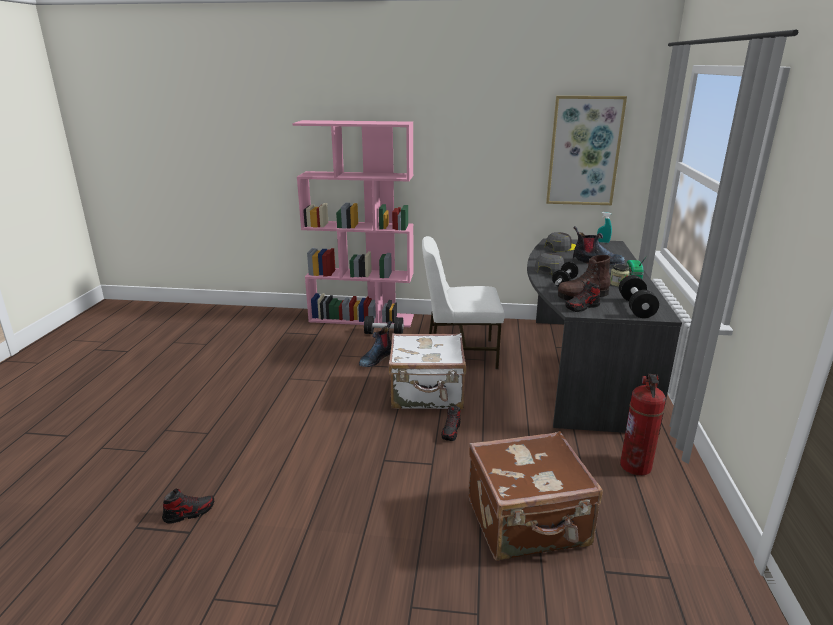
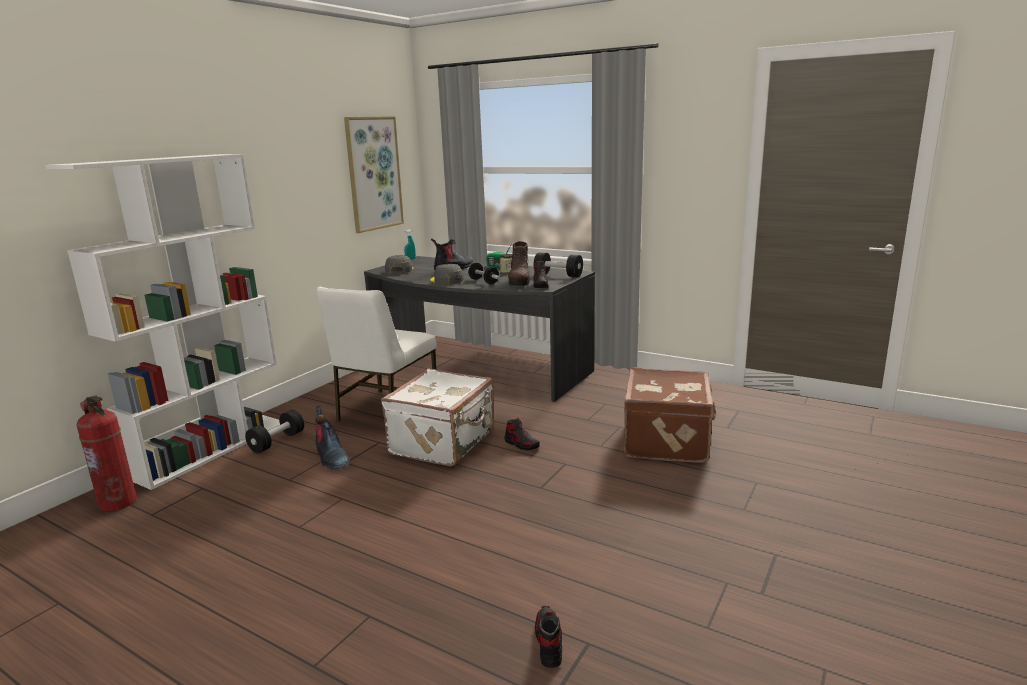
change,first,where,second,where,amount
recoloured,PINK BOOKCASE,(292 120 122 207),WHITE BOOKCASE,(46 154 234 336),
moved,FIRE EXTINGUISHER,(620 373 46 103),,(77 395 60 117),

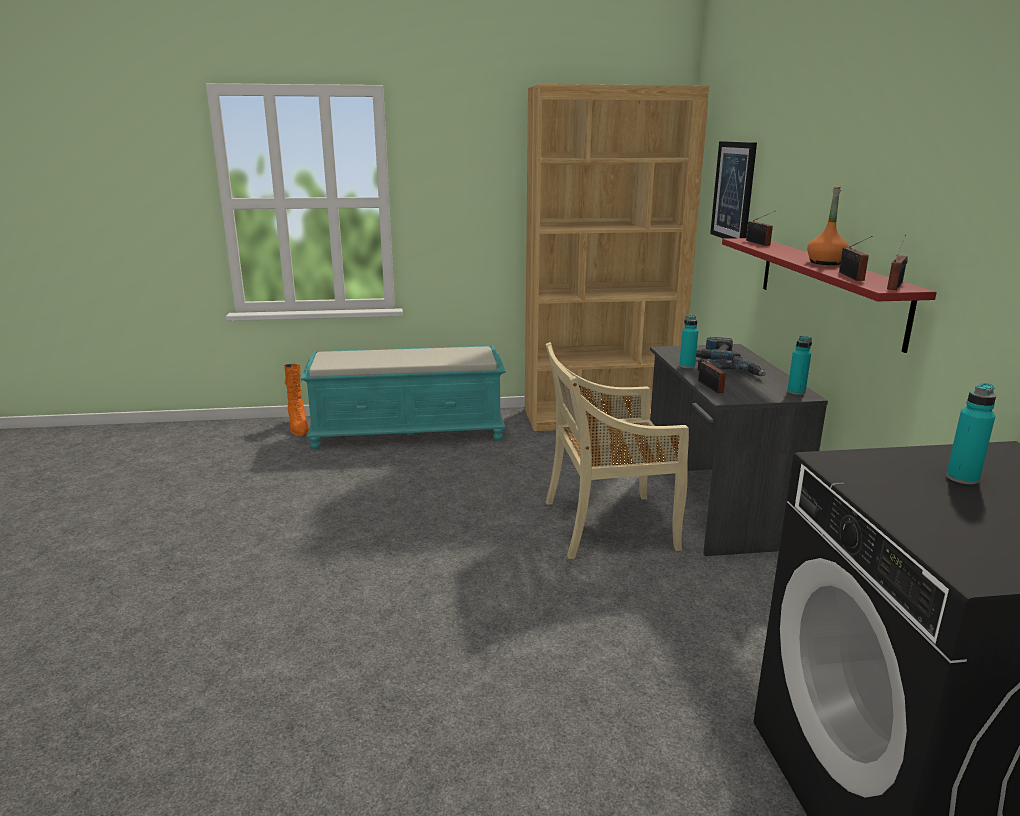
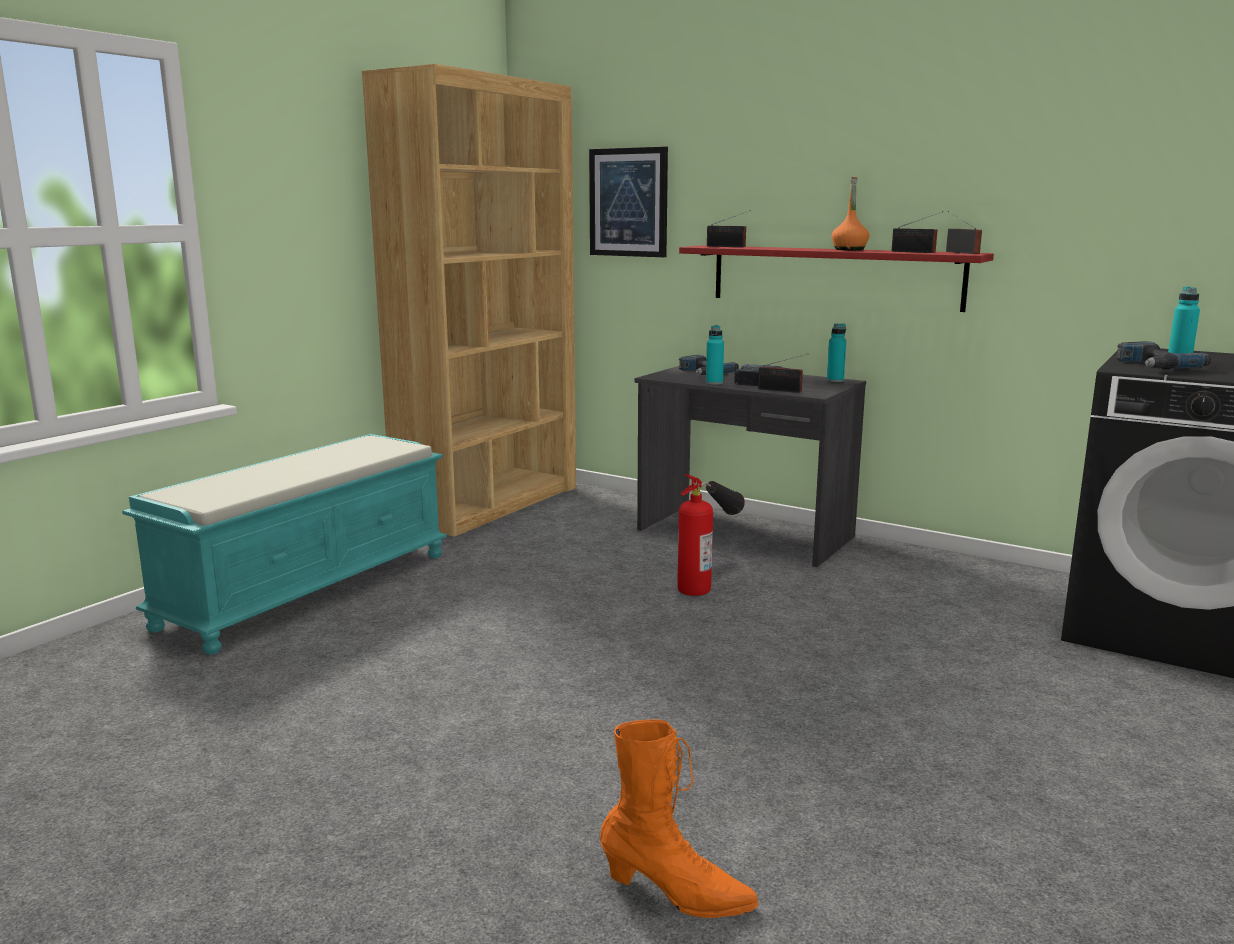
change,first,where,second,where,amount
moved,ORANGE BOOT,(284 363 25 73),,(600 719 158 199),
replaced,BEIGE CHAIR,(545 342 144 217),FIRE EXTINGUISHER,(677 474 68 122),
added,,,POWER DRILL,(1116 341 96 28),

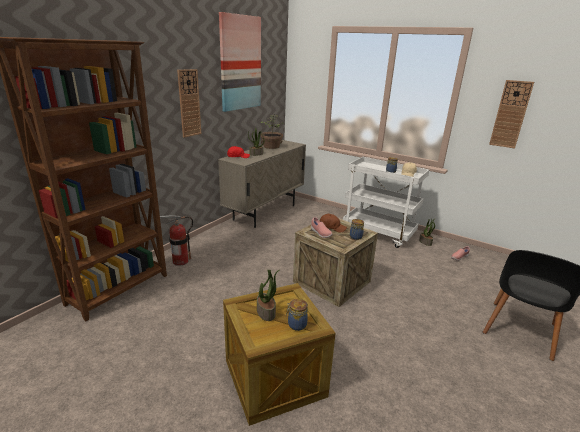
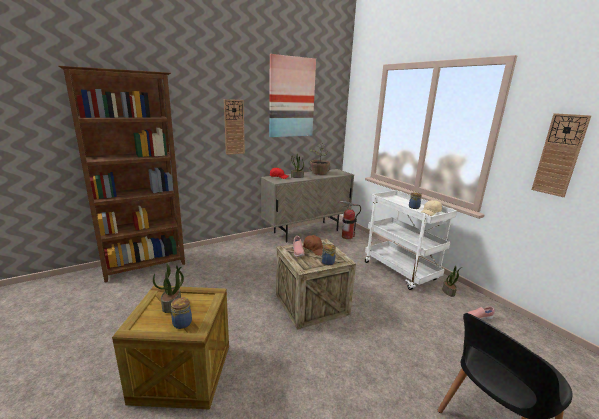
change,first,where,second,where,amount
moved,FIRE EXTINGUISHER,(160 215 33 51),,(340 201 21 38),

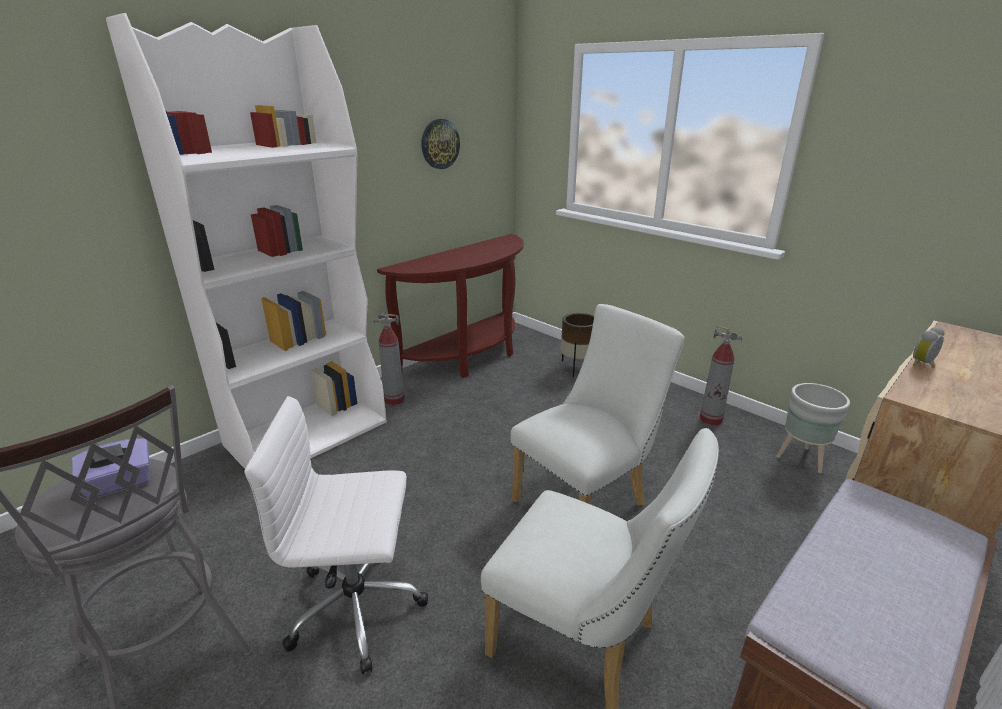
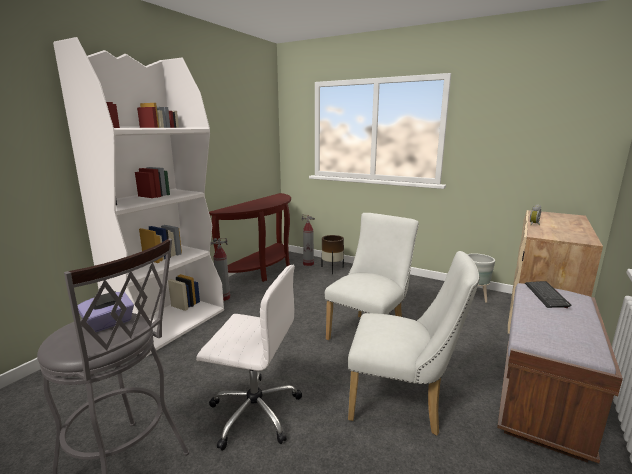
change,first,where,second,where,amount
turned,WHITE OFFICE CHAIR,(244 396 184 278),,(196 265 106 186),150 degrees counterclockwise
removed,WALL CLOCK,(421 119 39 50),,,
moved,FIRE EXTINGUISHER,(700 325 43 101),,(302 214 13 52),
added,,,KEYBOARD,(525 281 47 27),

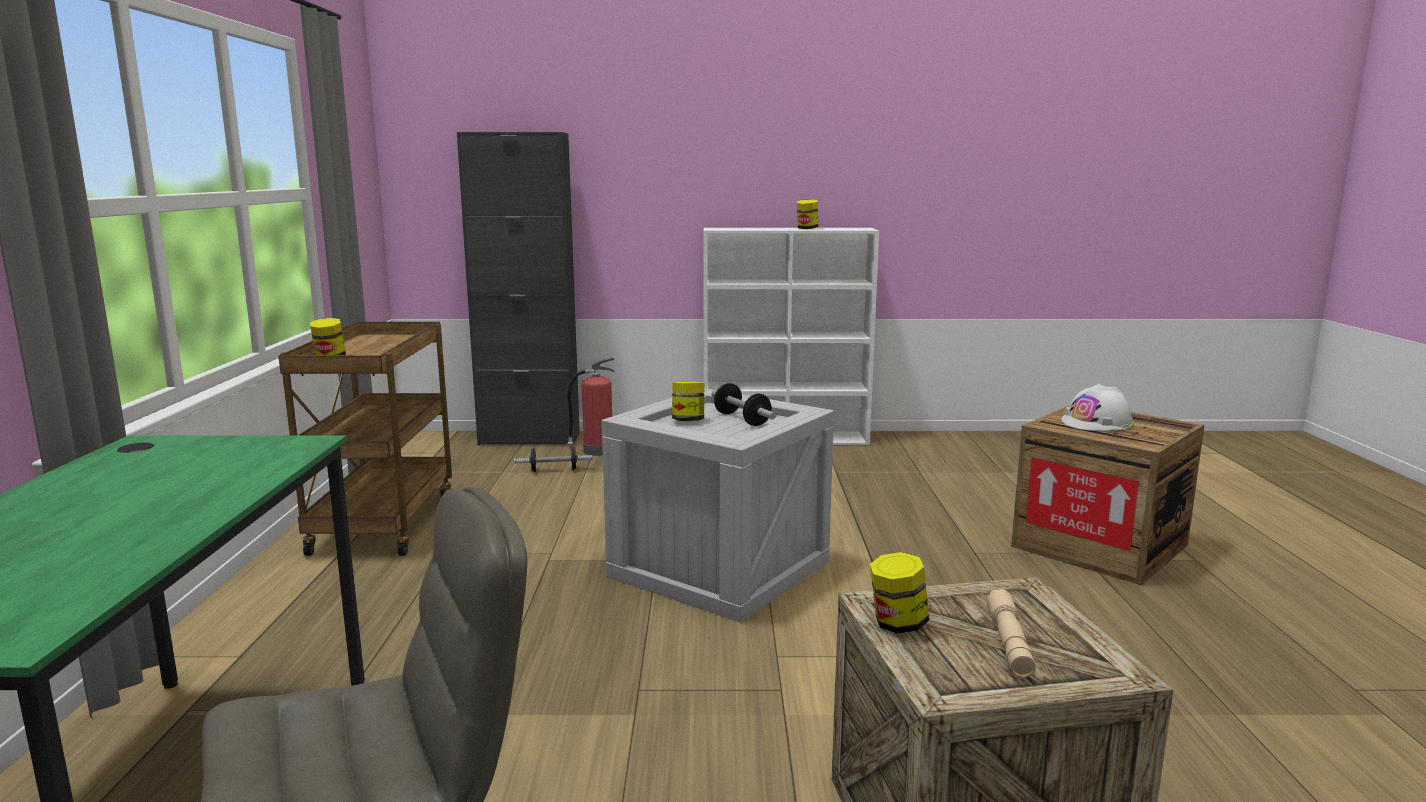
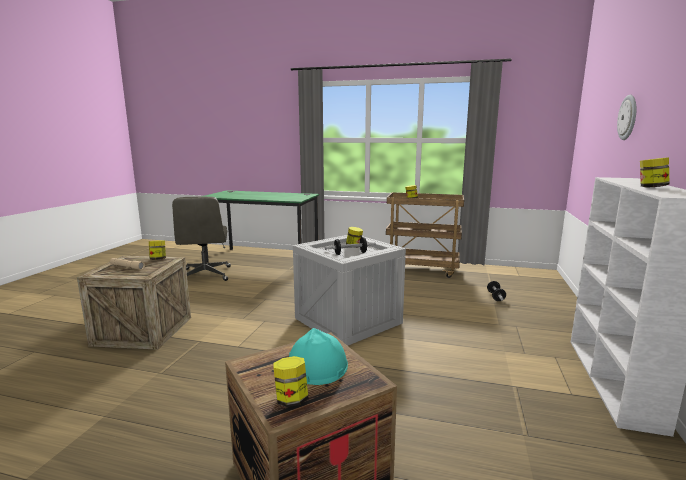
change,first,where,second,where,amount
removed,BLACK CABINET,(457 132 123 313),,,
removed,FIRE EXTINGUISHER,(567 357 48 99),,,
recoloured,WHITE HARD HAT,(1061 383 71 48),TURQUOISE HARD HAT,(289 328 59 57),
added,,,JAR,(273 356 36 51),
added,,,WALL CLOCK,(617 95 19 45),

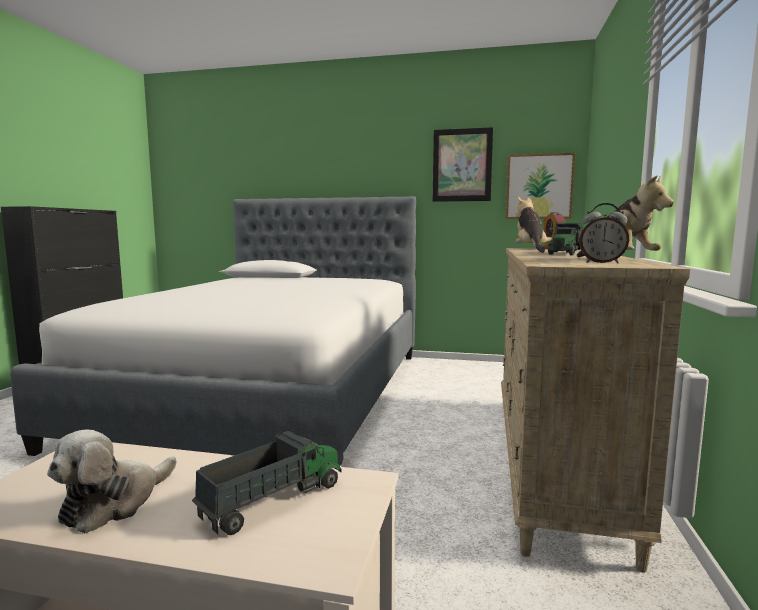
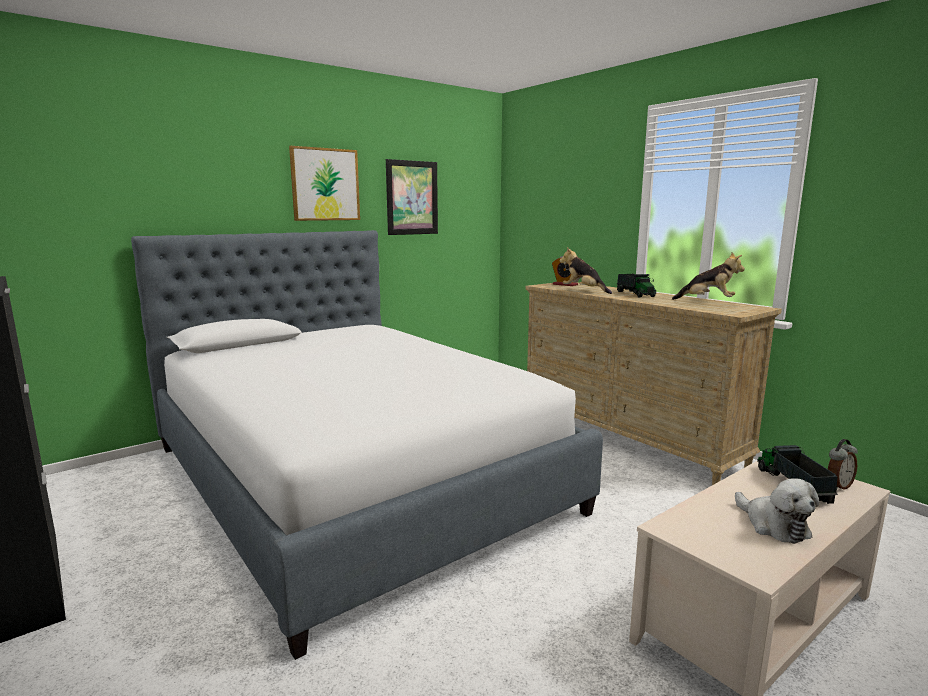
change,first,where,second,where,amount
moved,PICTURE,(506 153 69 66),,(289 146 71 75),
moved,ALARM CLOCK,(579 203 50 61),,(828 439 30 51),

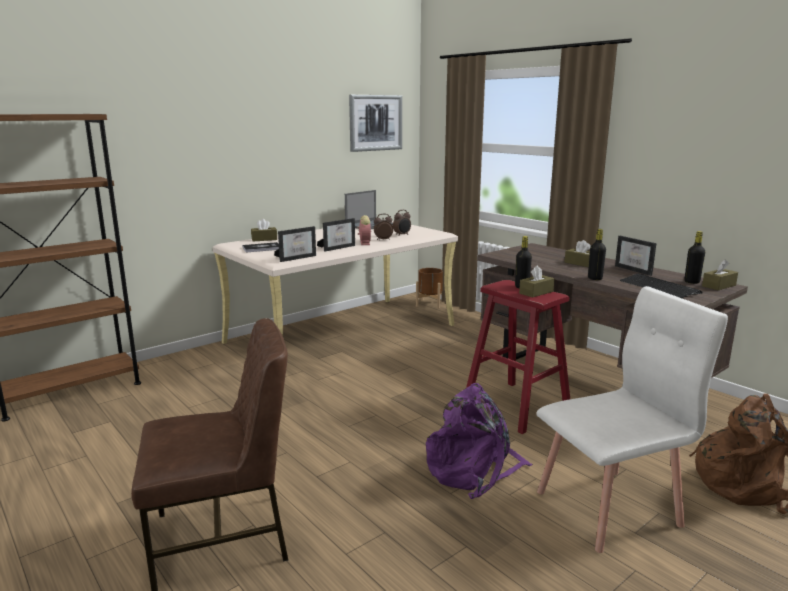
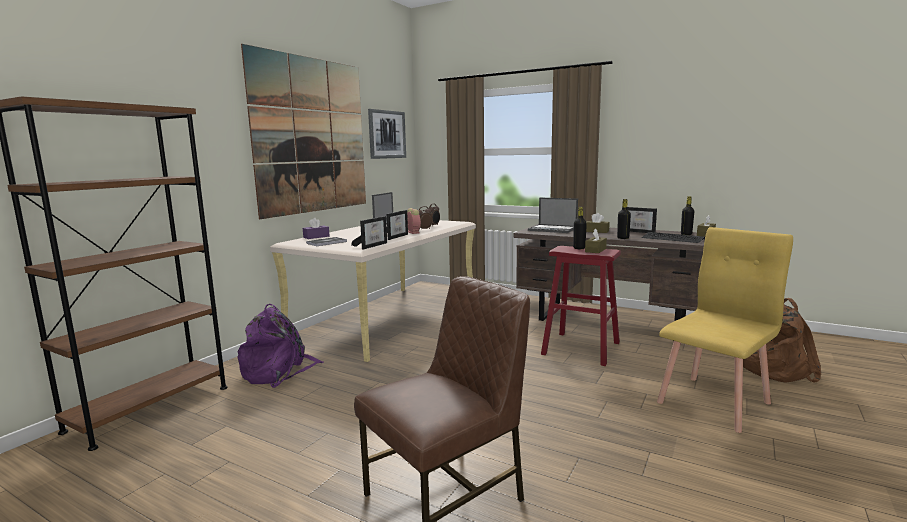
change,first,where,second,where,amount
recoloured,BROWN TISSUE BOX,(251 219 26 22),PURPLE TISSUE BOX,(303 218 27 21),
removed,BROWN PLANTER,(416 268 27 41),,,
moved,PURPLE BACKPACK,(426 383 107 116),,(237 304 86 84),
recoloured,WHITE CHAIR,(537 286 191 267),YELLOW CHAIR,(657 227 136 206),
added,,,PICTURE,(241 44 125 175),
added,,,LAPTOP,(528 197 50 36),

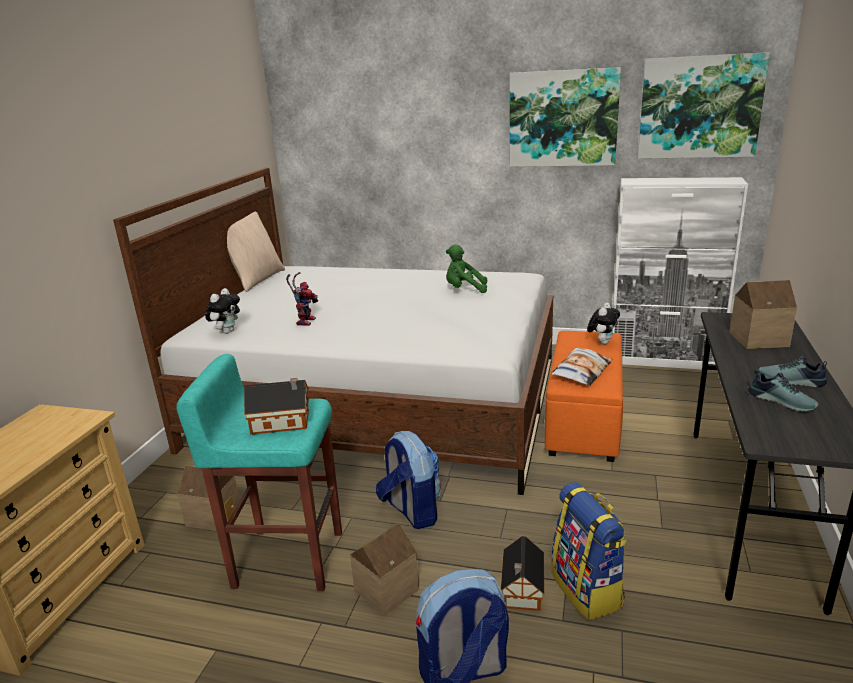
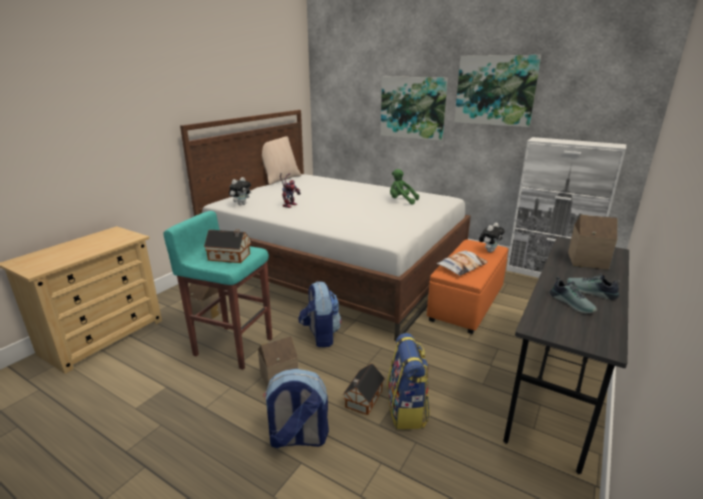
change,first,where,second,where,amount
moved,PICTURE,(638 52 132 107),,(381 77 67 64),

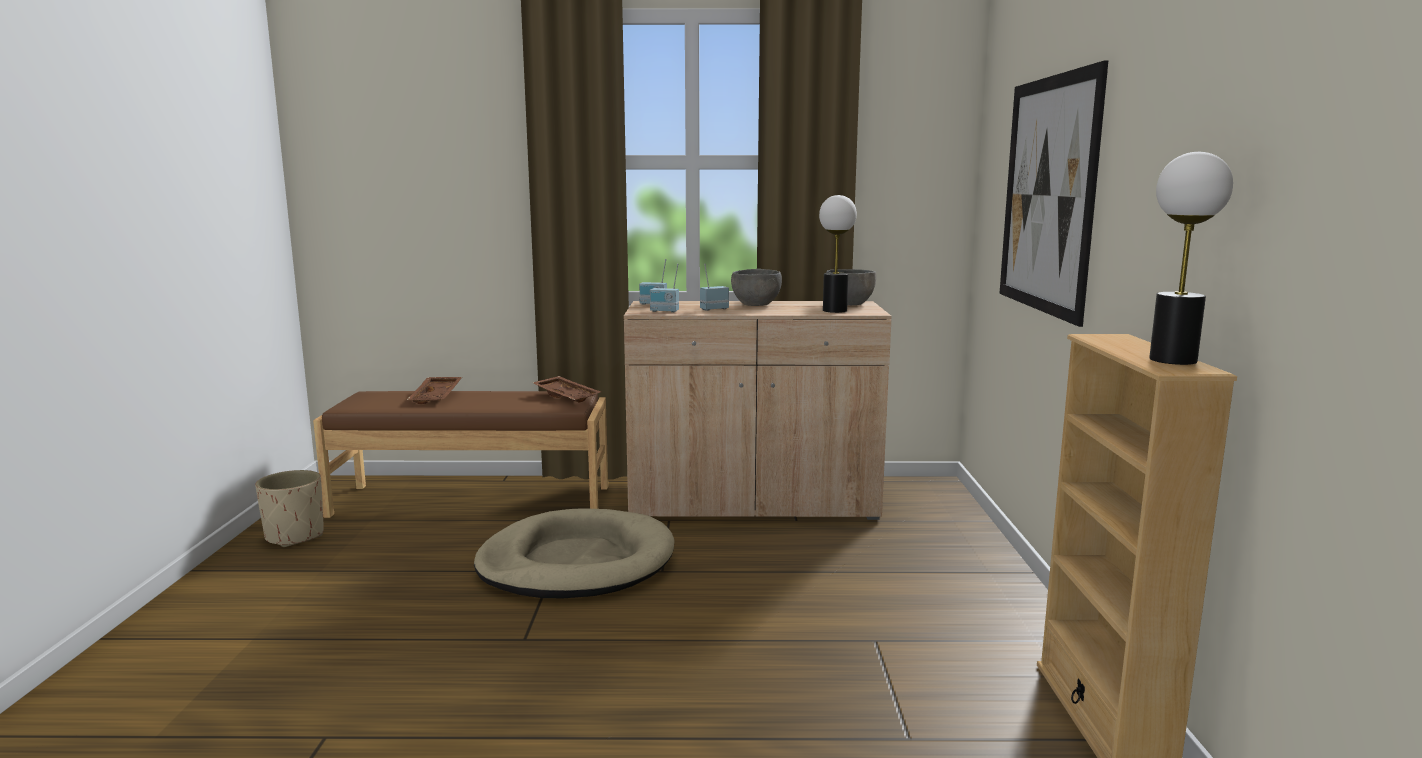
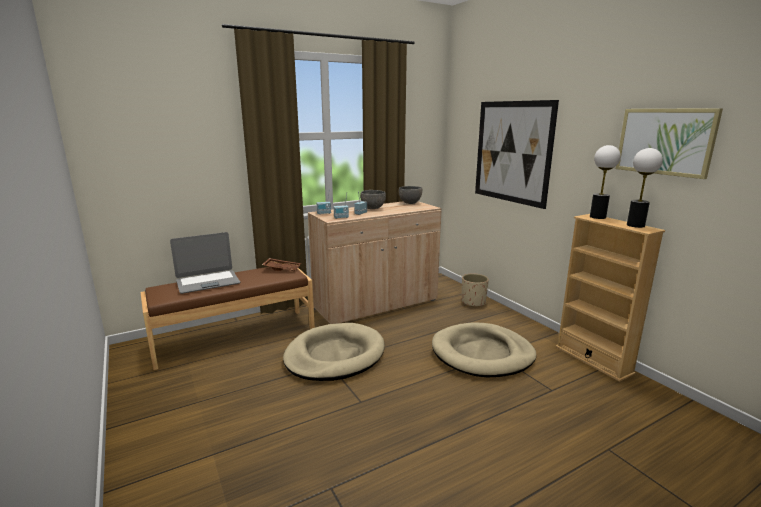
change,first,where,second,where,amount
moved,BEIGE PLANTER,(255 470 69 77),,(462 274 27 33),
replaced,BROWN TRAY,(407 377 55 27),LAPTOP,(170 232 70 62),
moved,TABLE LAMP,(819 195 38 118),,(590 145 31 74),
added,,,BEIGE DOG BED,(432 322 104 55),
added,,,PICTURE,(616 108 107 71),

